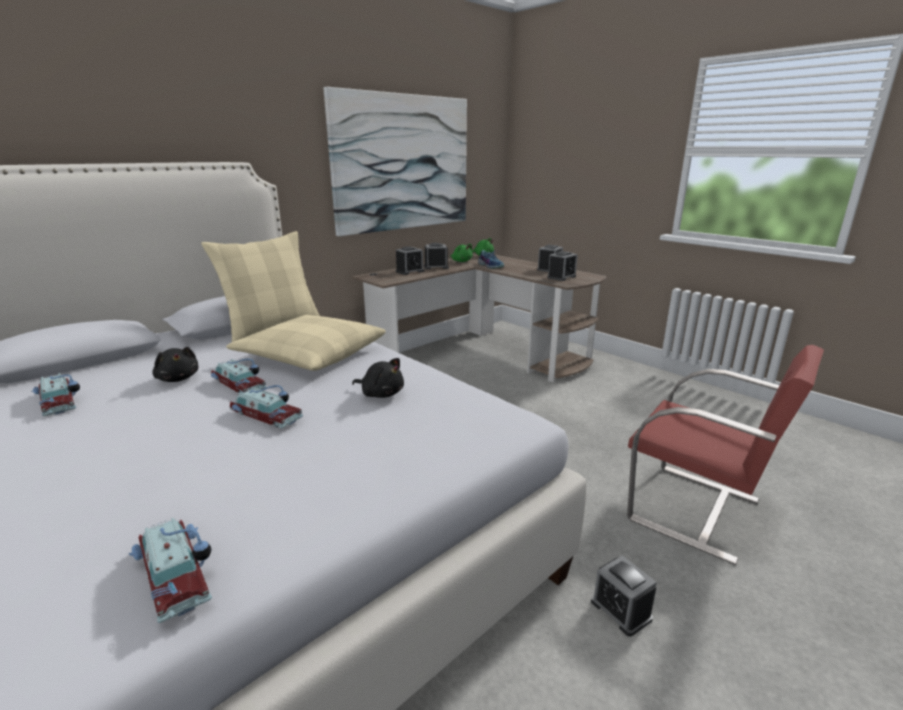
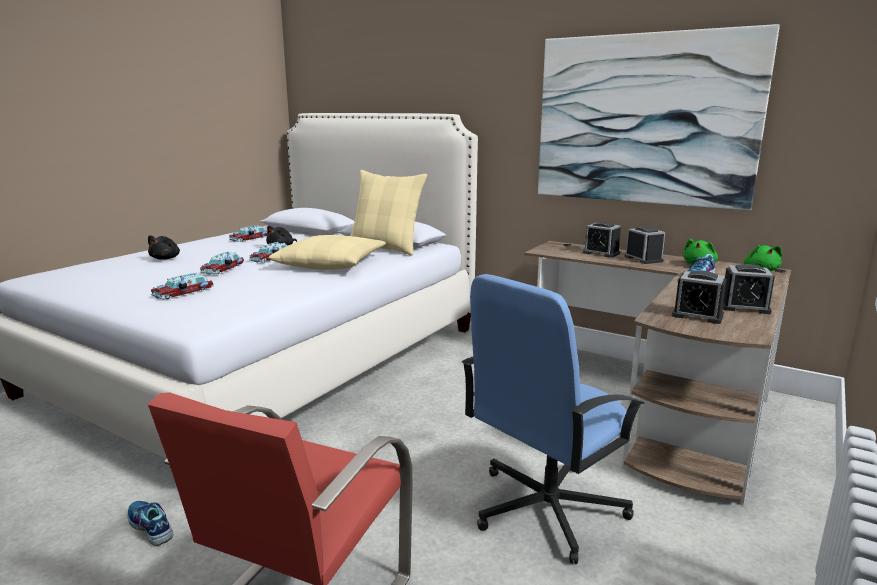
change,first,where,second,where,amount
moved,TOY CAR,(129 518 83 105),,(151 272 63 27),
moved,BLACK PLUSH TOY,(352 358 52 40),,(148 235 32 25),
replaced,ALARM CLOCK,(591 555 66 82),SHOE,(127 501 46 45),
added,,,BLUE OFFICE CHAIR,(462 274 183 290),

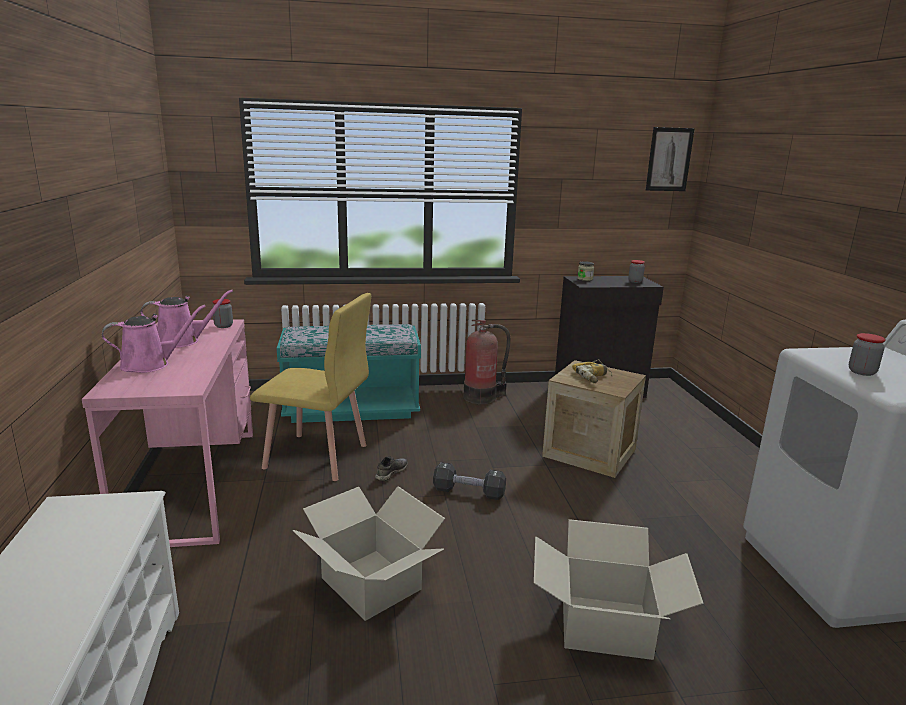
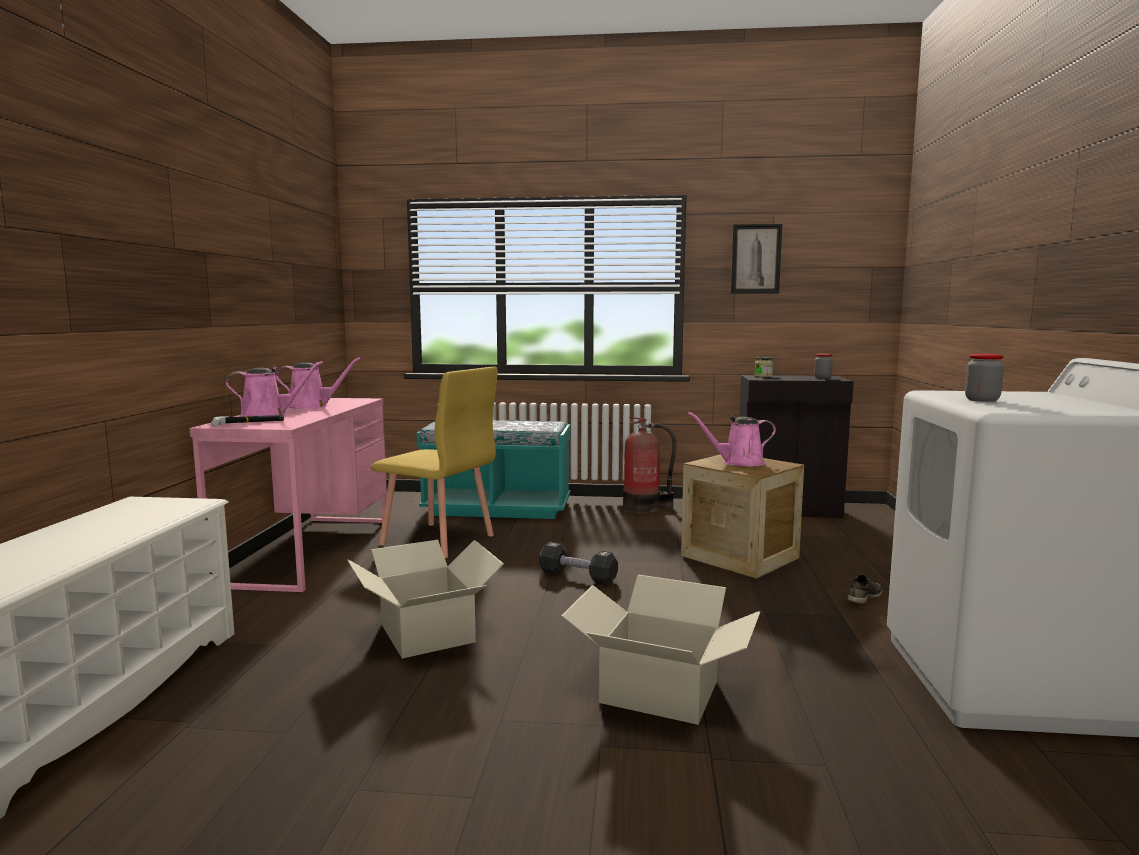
change,first,where,second,where,amount
removed,JAR,(212 299 21 29),,,
moved,GREY SHOE,(375 457 33 24),,(847 574 36 31),
replaced,POWER DRILL,(572 359 40 24),PINK WATERING CAN,(688 412 88 55),
moved,PICTURE,(646 127 49 64),,(731 224 51 70),
added,,,HAMMER,(211 415 73 12),

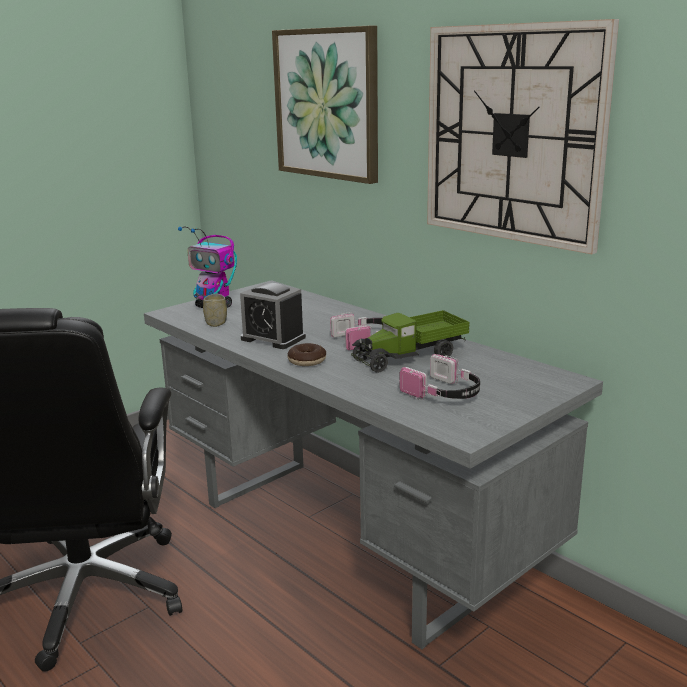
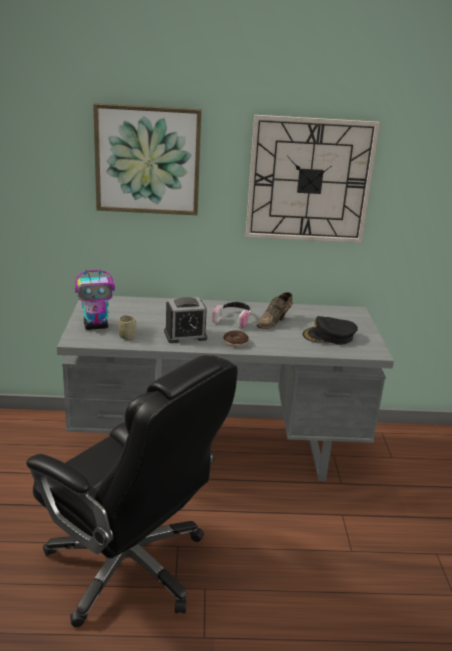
change,first,where,second,where,amount
replaced,TOY TRUCK,(351 310 119 63),BROWN SHOE,(257 292 36 37),
replaced,HEADPHONES,(400 354 80 46),BLACK CAP,(302 316 56 29),

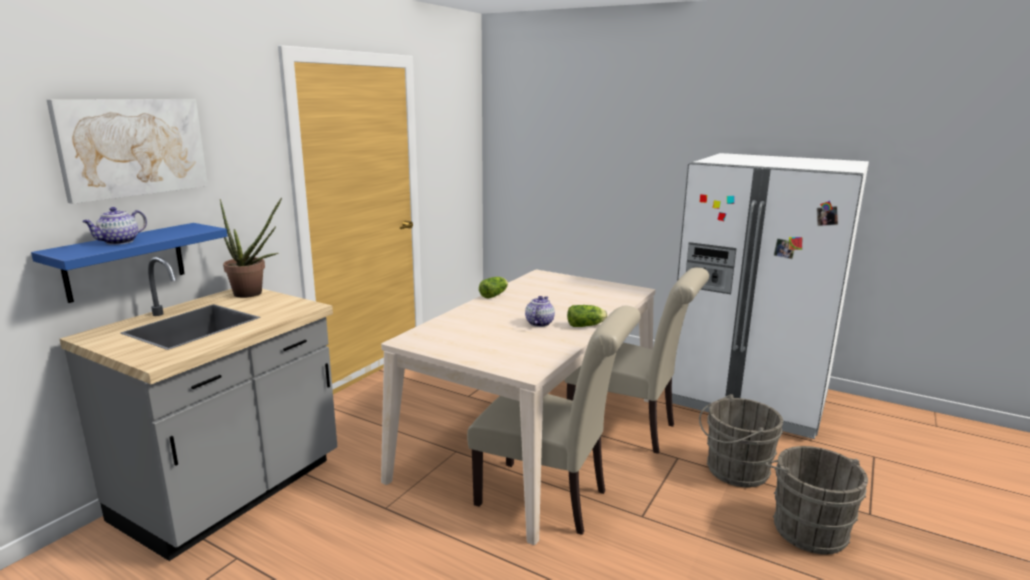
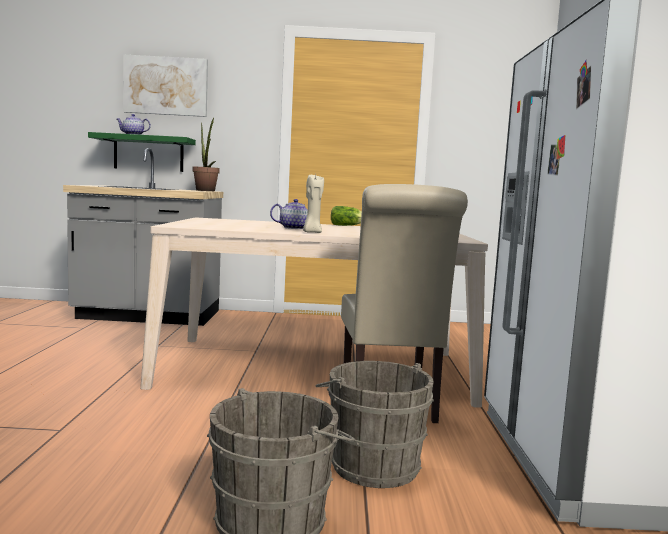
change,first,where,second,where,amount
recoloured,BLUE SHELF,(31 223 196 80),GREEN SHELF,(88 132 108 40),
removed,BEIGE CHAIR,(467 306 174 229),,,
replaced,LETTUCE,(567 305 40 22),BEIGE CANDLE,(303 175 21 58),

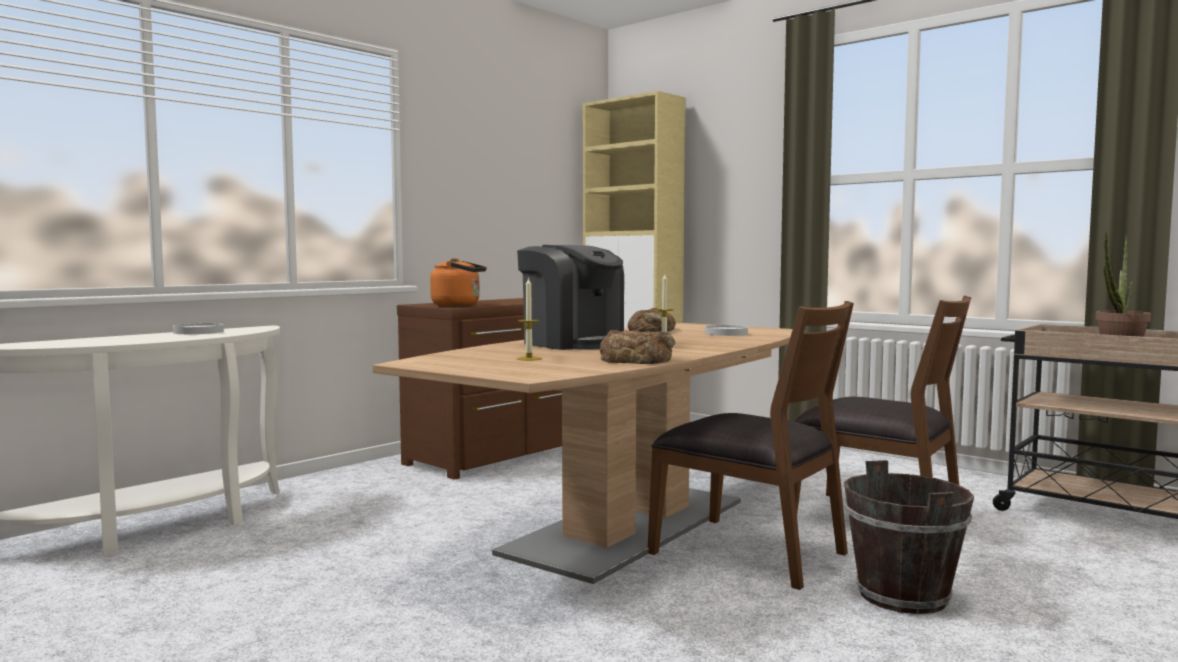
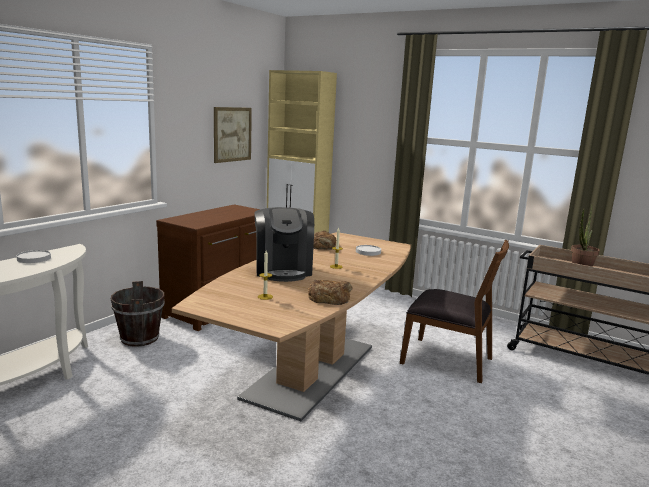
change,first,where,second,where,amount
removed,ORANGE KETTLE,(430 258 57 48),,,
turned,COFFEE MACHINE,(517 245 107 105),,(254 207 60 75),45 degrees clockwise
removed,BROWN CHAIR,(648 301 206 289),,,
moved,BROWN BUCKET,(844 460 130 154),,(111 281 53 66),
added,,,PICTURE,(214 107 38 56),

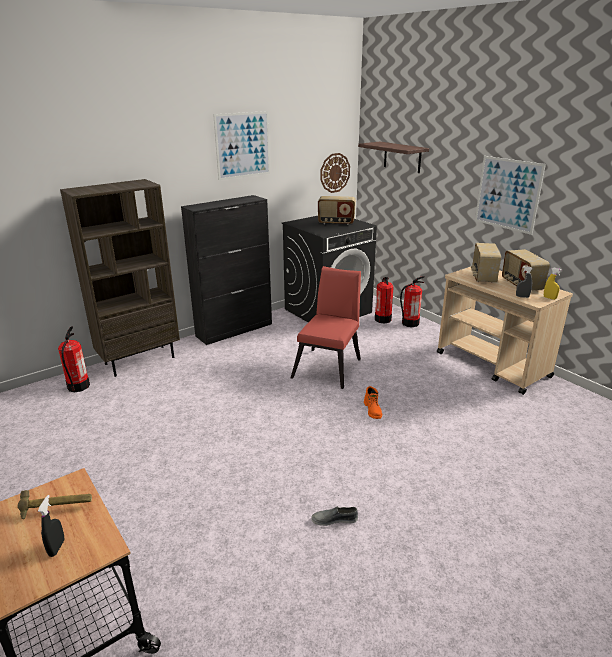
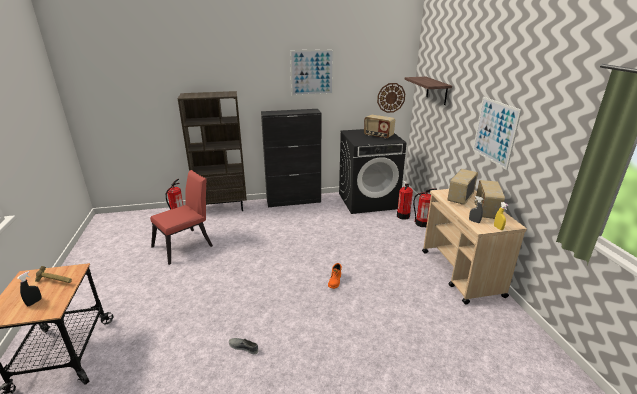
change,first,where,second,where,amount
moved,RED CHAIR,(291 266 70 123),,(150 170 63 95),

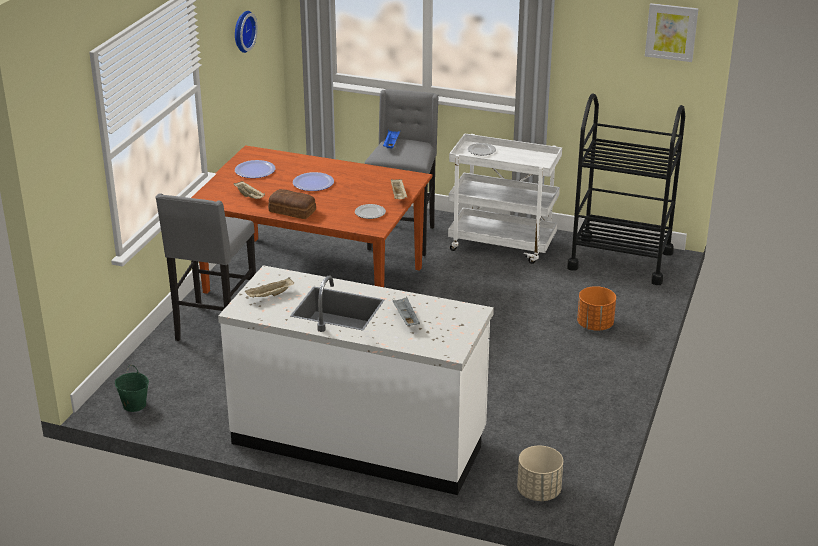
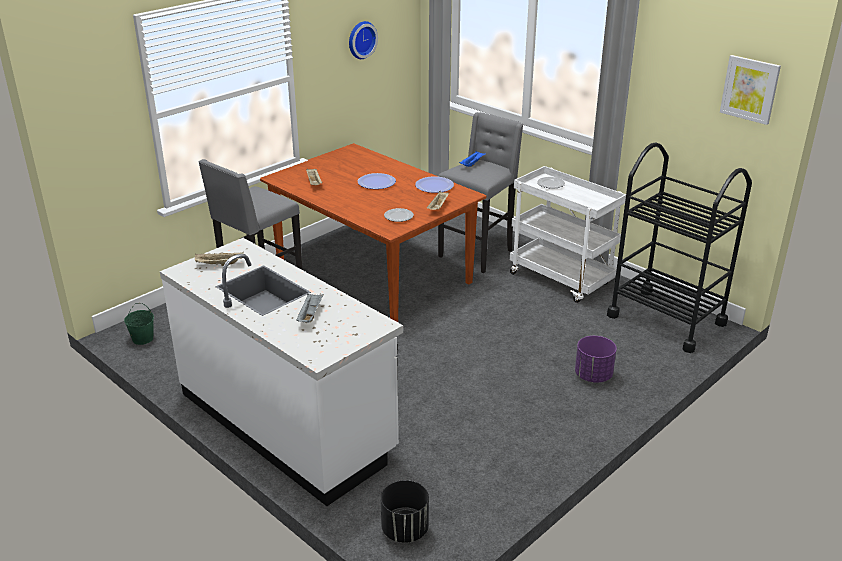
change,first,where,second,where,amount
moved,PLATE,(235 160 40 18),,(415 176 39 17),
removed,BREAD,(268 189 48 30),,,
recoloured,BEIGE PLANTER,(517 446 46 55),BLACK PLANTER,(381 480 48 63),
recoloured,ORANGE PLANTER,(577 286 39 45),PURPLE PLANTER,(575 336 42 47),

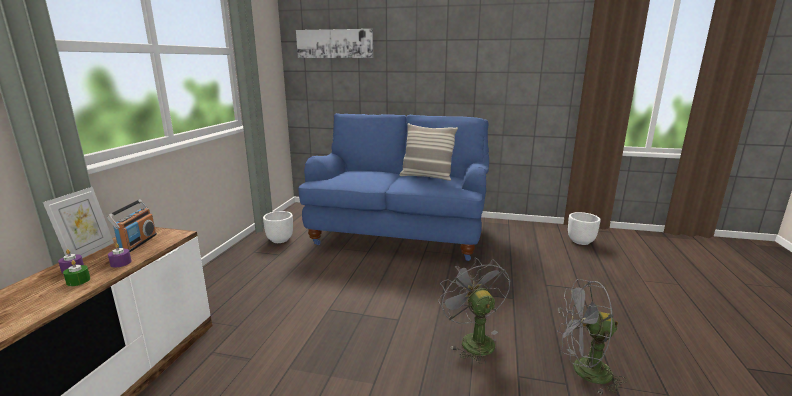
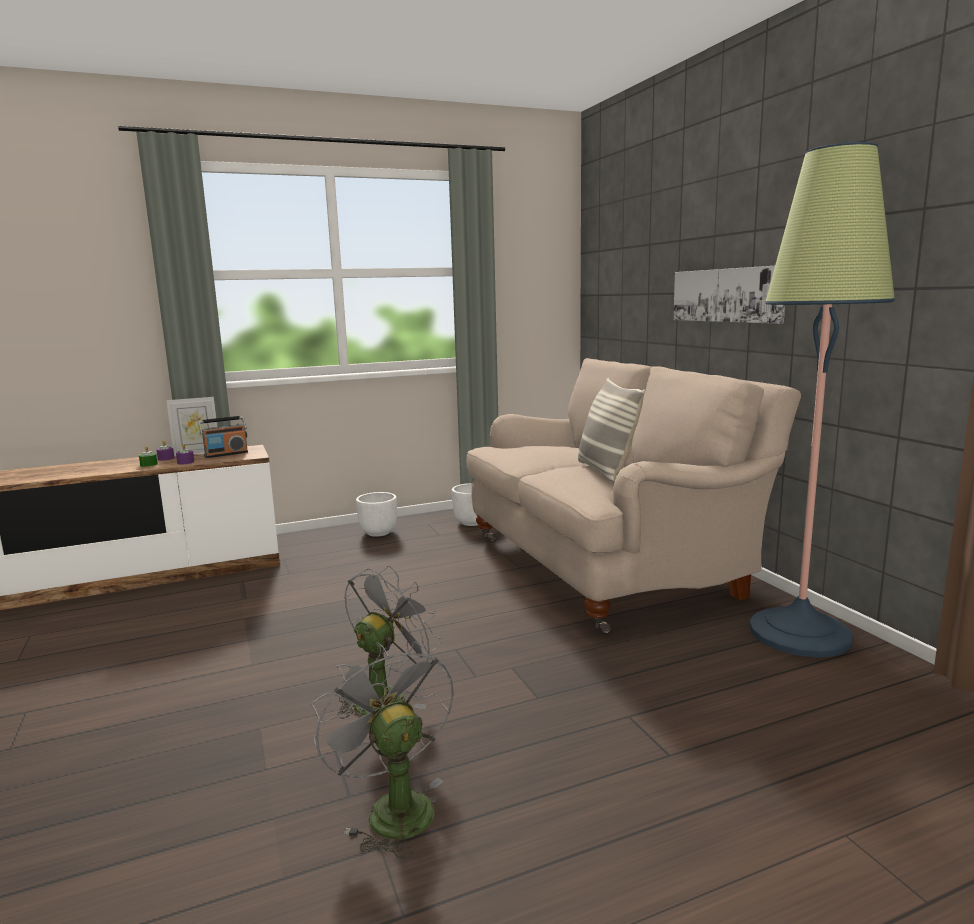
change,first,where,second,where,amount
moved,PICTURE,(296 29 77 29),,(673 266 112 58),
recoloured,BLUE SOFA,(298 113 191 148),BEIGE SOFA,(466 358 335 275),
moved,WHITE PLANTER,(568 212 33 33),,(356 492 41 45),
added,,,FLOOR LAMP,(749 142 146 516),

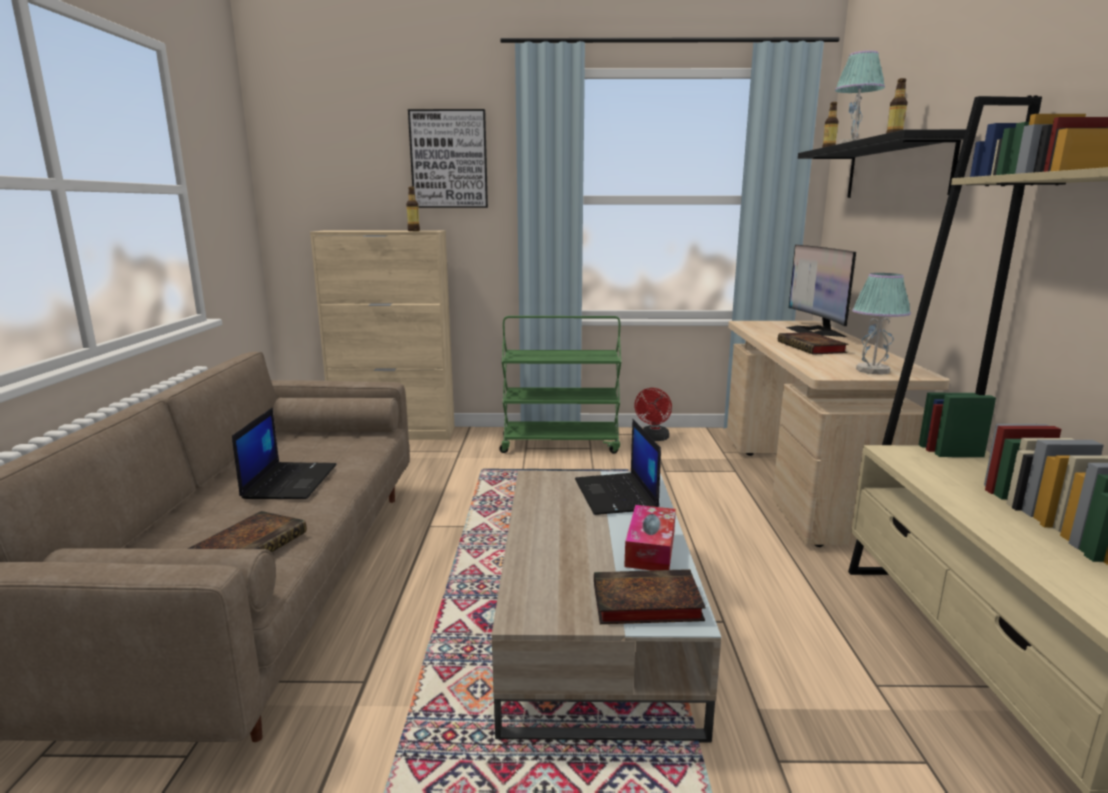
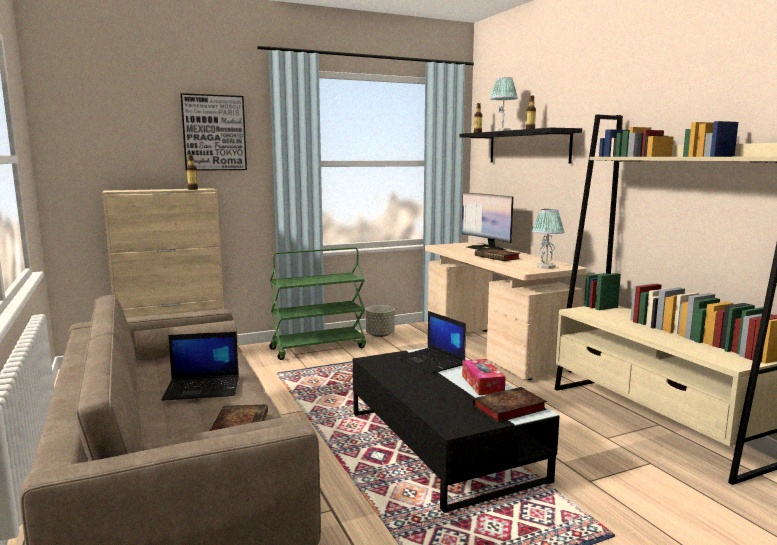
change,first,where,second,where,amount
turned,LAPTOP,(232 408 105 91),,(162 332 77 69),105 degrees clockwise
recoloured,BEIGE COFFEE TABLE,(492 471 229 272),BLACK COFFEE TABLE,(353 347 207 166),
replaced,RED FAN,(634 388 38 53),GREY PLANTER,(366 305 29 32),

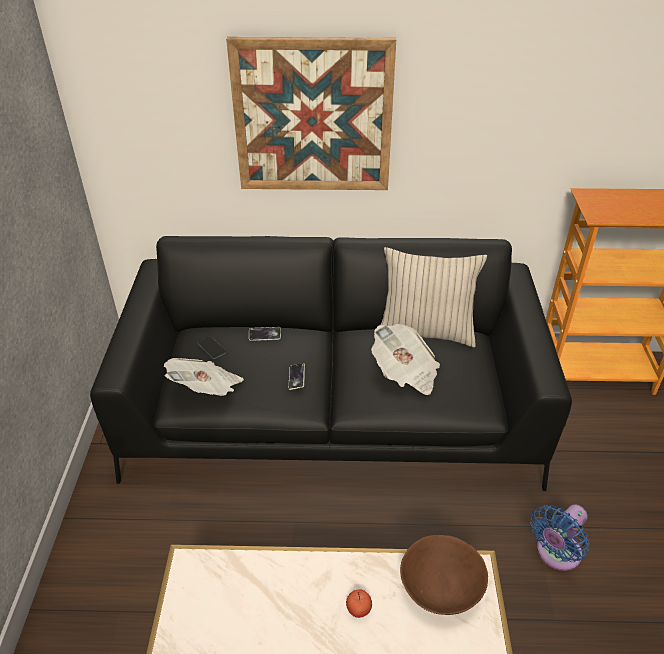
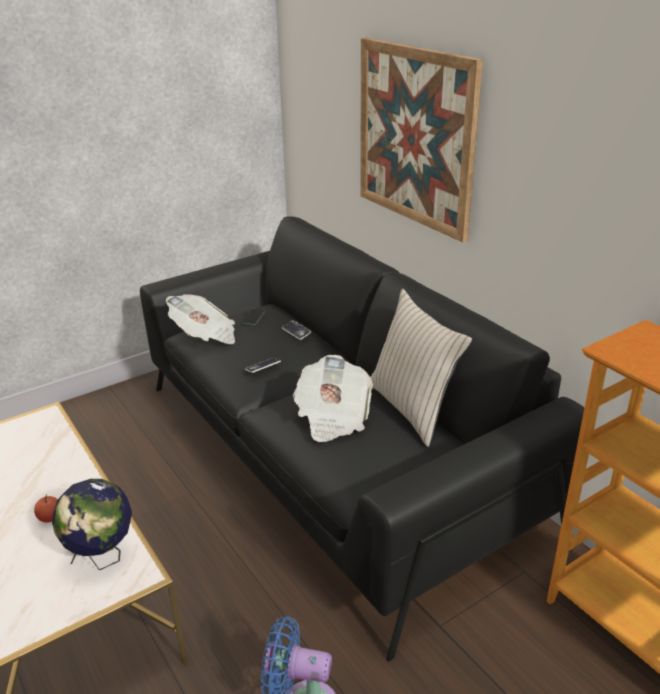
change,first,where,second,where,amount
replaced,BROWN BOWL,(400 535 88 80),GLOBE,(52 479 80 91),

